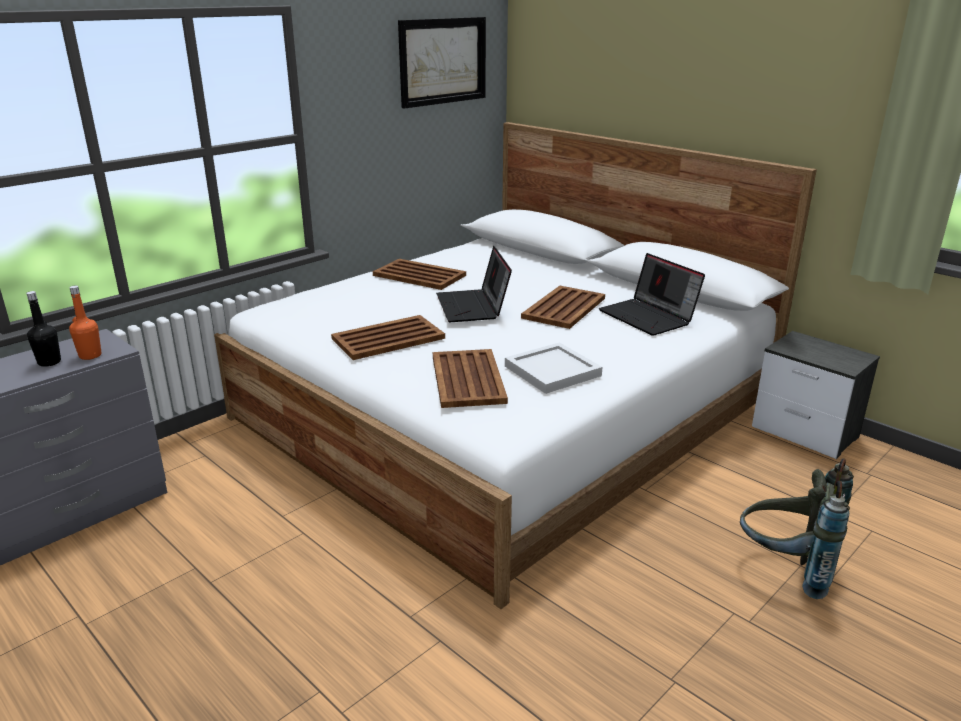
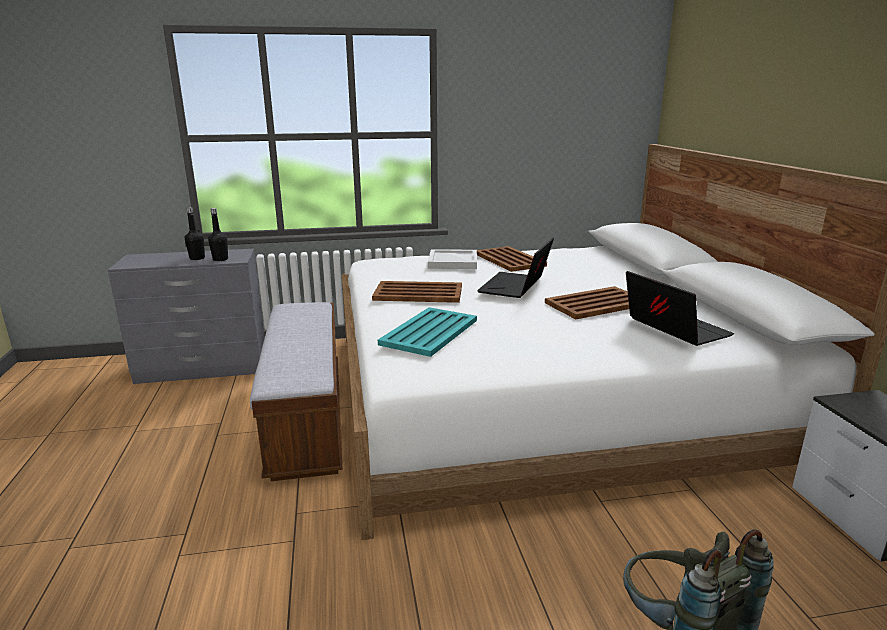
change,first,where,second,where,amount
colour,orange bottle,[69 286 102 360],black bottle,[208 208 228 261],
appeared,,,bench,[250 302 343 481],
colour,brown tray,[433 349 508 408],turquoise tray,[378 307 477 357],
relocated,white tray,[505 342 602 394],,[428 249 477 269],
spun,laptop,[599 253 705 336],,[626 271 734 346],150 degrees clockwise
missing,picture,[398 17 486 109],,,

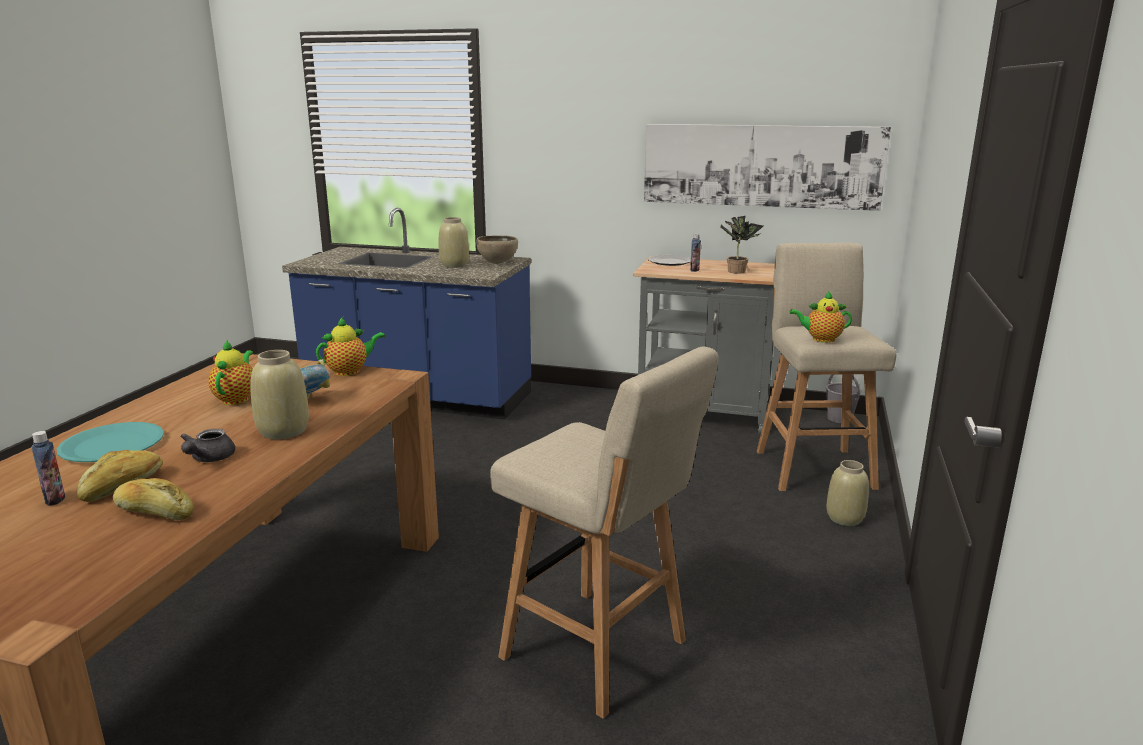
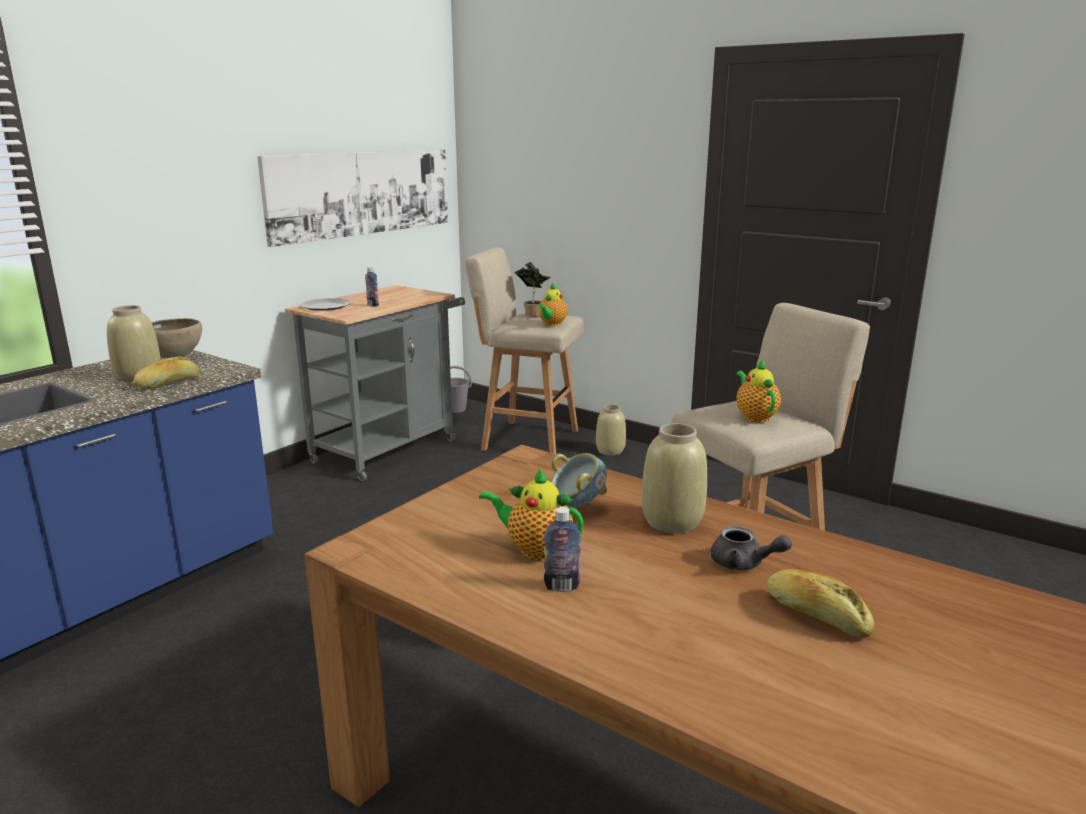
change,first,where,second,where,amount
relocated,bread,[113 478 194 520],,[133 356 201 389],
relocated,potted plant,[720 216 763 274],,[514 262 551 317],
relocated,bottle,[31 431 65 506],,[544 507 581 592],
relocated,teapot,[316 317 385 376],,[737 360 781 423],
missing,turquoise plate,[57 422 164 462],,,

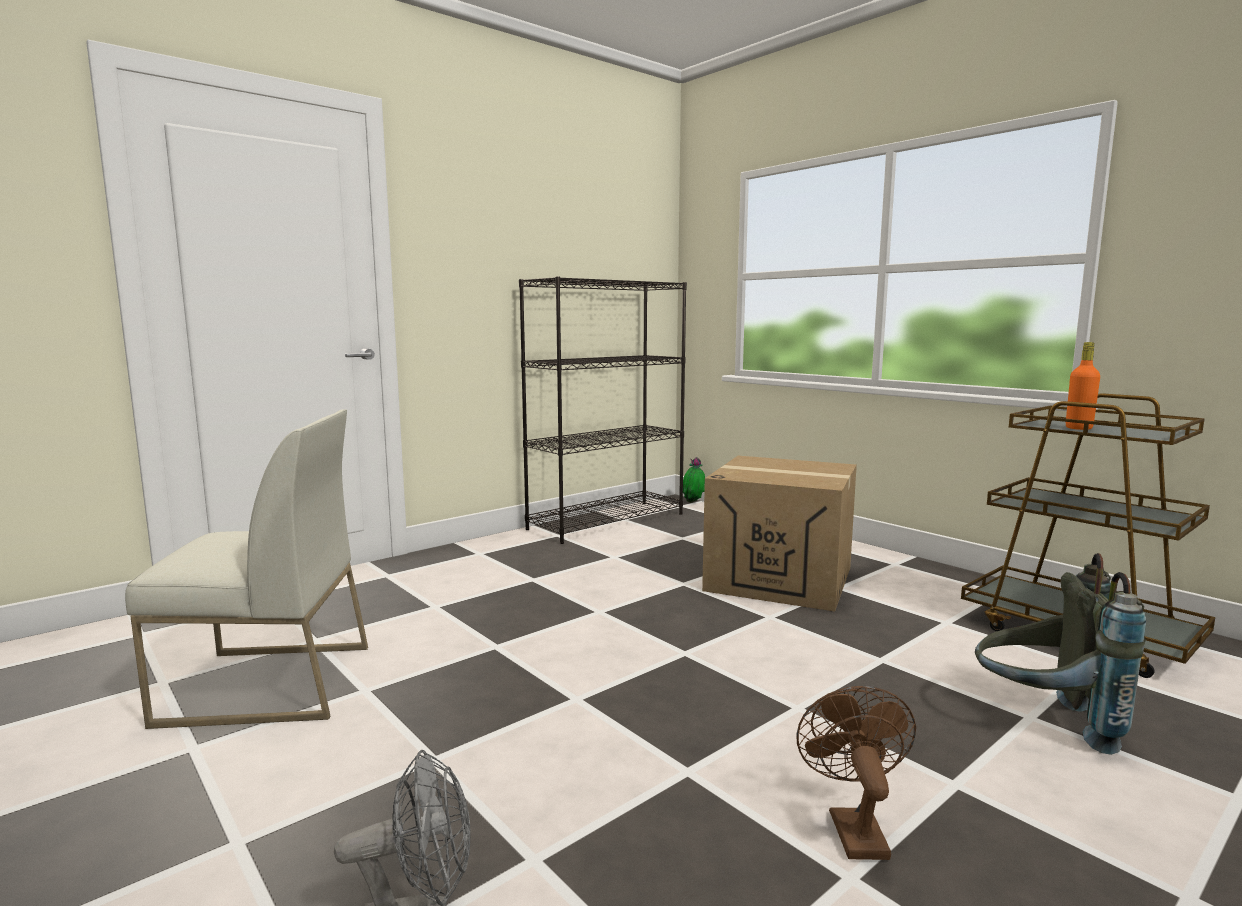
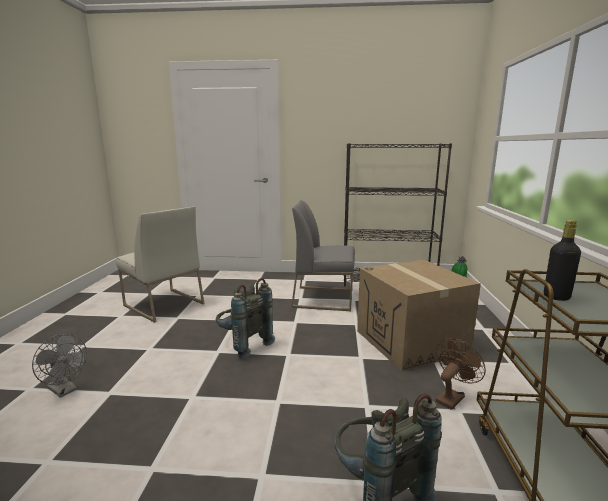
change,first,where,second,where,amount
appeared,,,grey backpack,[216 278 275 359],
appeared,,,grey chair,[291 200 355 311],
relocated,brown fan,[796 686 916 860],,[436 338 486 410],
colour,orange bottle,[1066 342 1100 430],black bottle,[544 220 581 301],

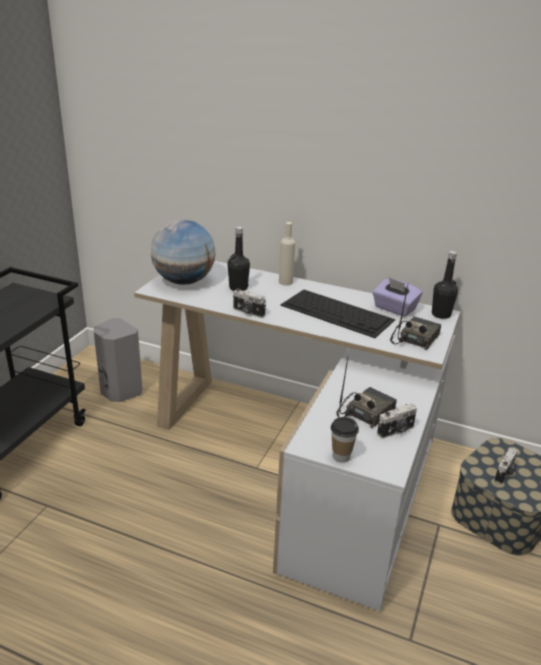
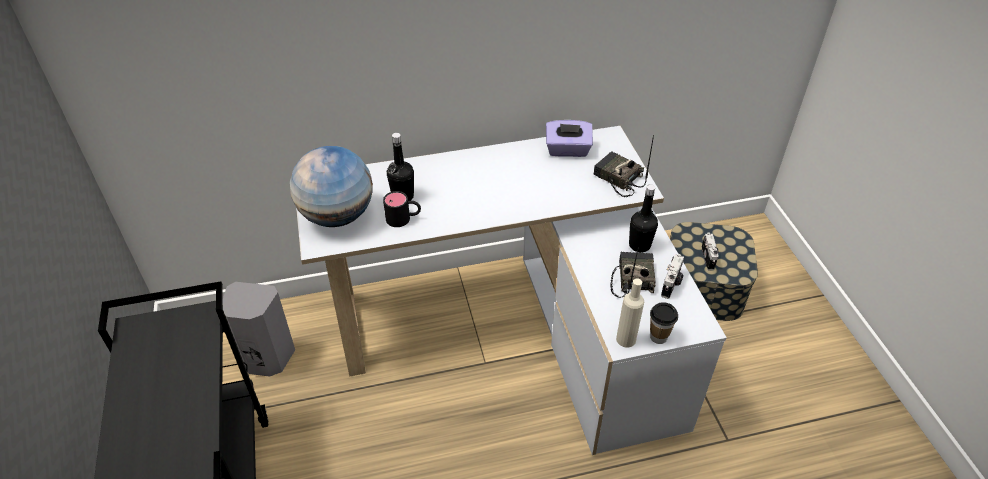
change,first,where,second,where,amount
appeared,,,black mug,[383 191 421 227],
spun,radio,[390 285 441 350],,[593 135 654 197],45 degrees counterclockwise
relocated,beige bottle,[279 222 295 285],,[616 278 644 348],
relocated,black bottle,[432 251 458 319],,[629 184 658 252],
missing,photo camera,[233 288 266 318],,,
missing,keyboard,[281 289 395 338],,,

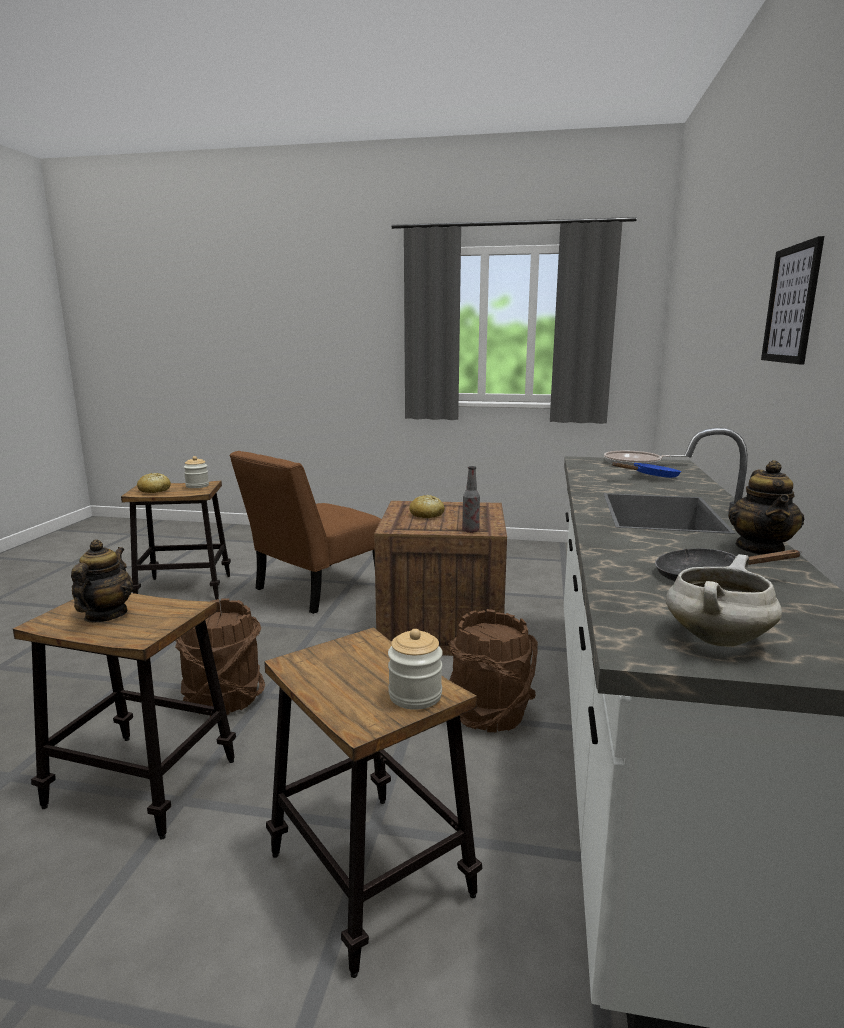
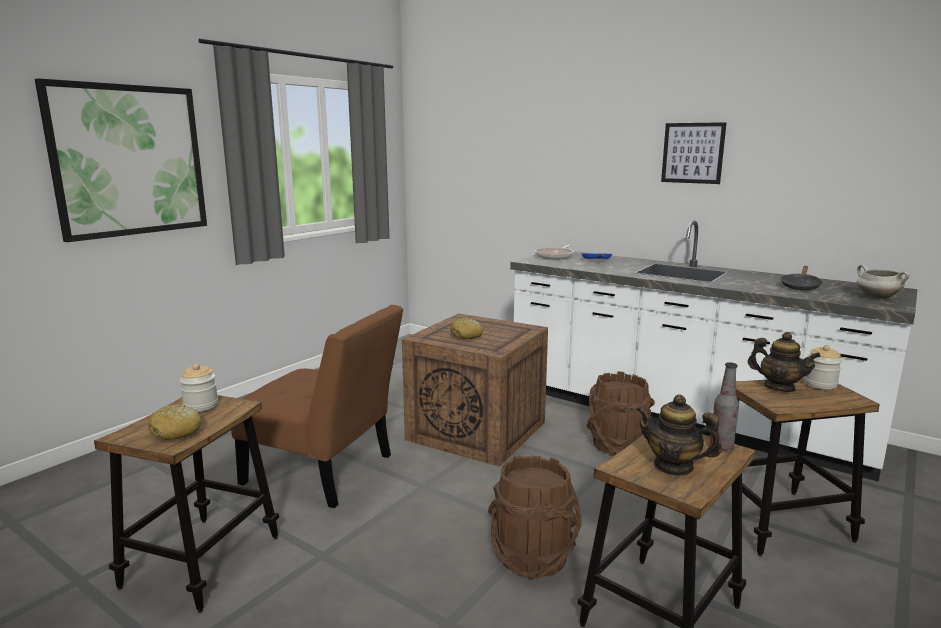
change,first,where,second,where,amount
appeared,,,picture,[35 78 207 242],
spun,brown chair,[229 451 381 614],,[231 305 403 508],45 degrees counterclockwise
relocated,bottle,[462 466 480 533],,[710 362 739 450],
relocated,teapot,[728 460 804 555],,[747 332 821 392],

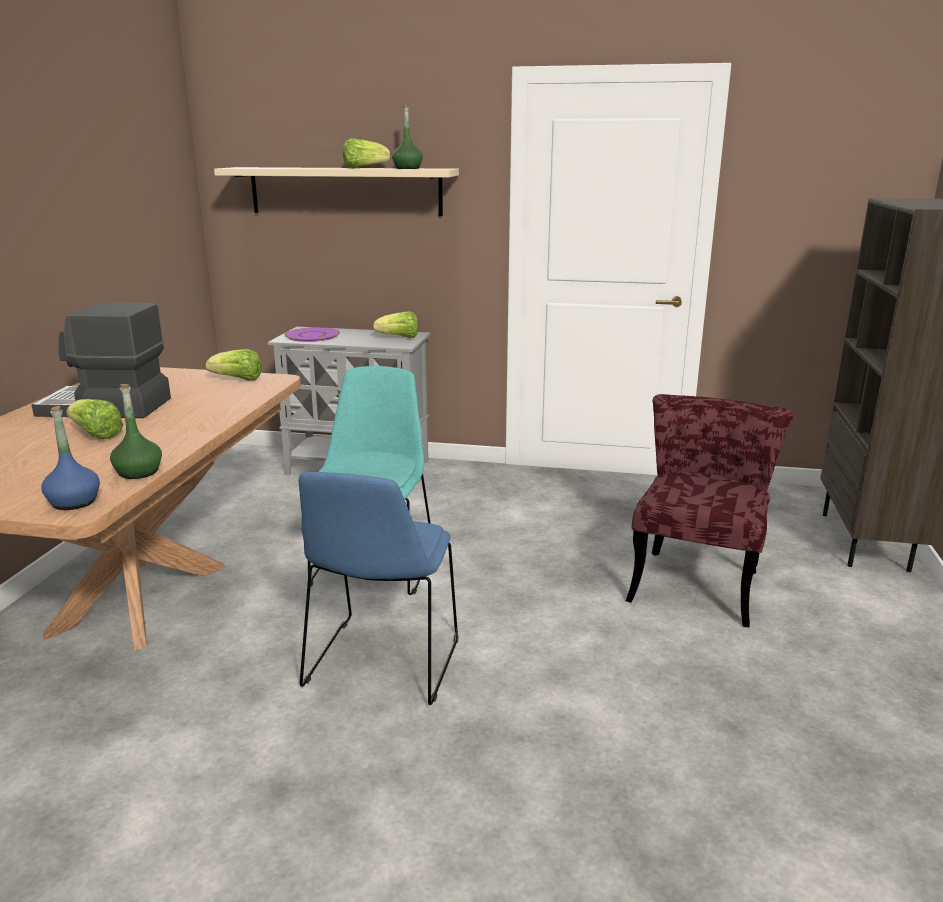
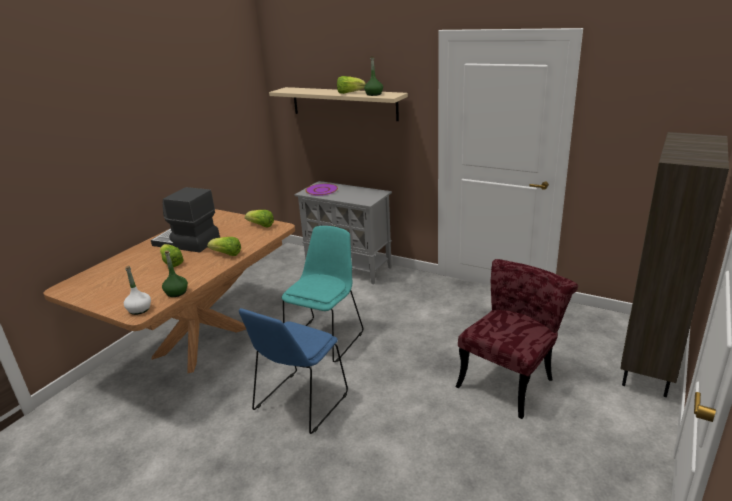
change,first,where,second,where,amount
colour,blue bottle,[41 406 100 510],white bottle,[124 266 151 315],
relocated,lettuce,[373 311 418 338],,[207 237 241 256],

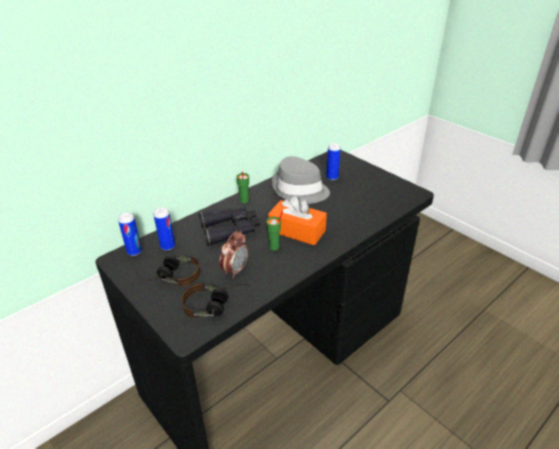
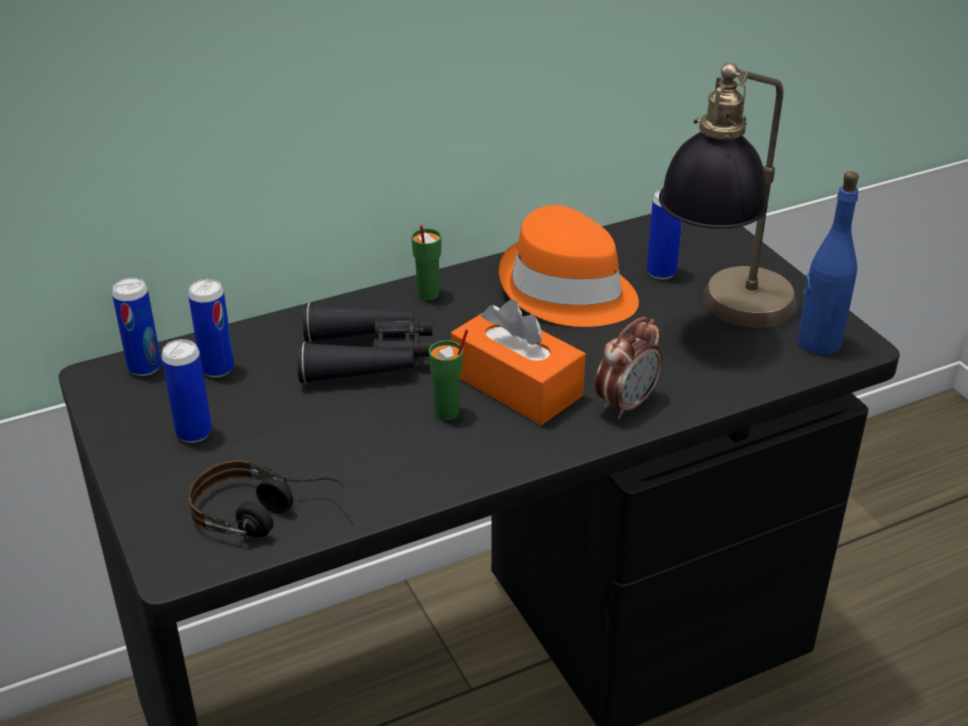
change,first,where,second,where,amount
exchanged,headphones,[132 256 200 286],can,[162 339 212 443],
colour,grey hat,[271 156 330 204],orange hat,[499 205 639 327],
relocated,alarm clock,[220 231 248 278],,[595 317 662 419],
appeared,,,table lamp,[659 63 797 328],
appeared,,,blue bottle,[797 171 859 355],

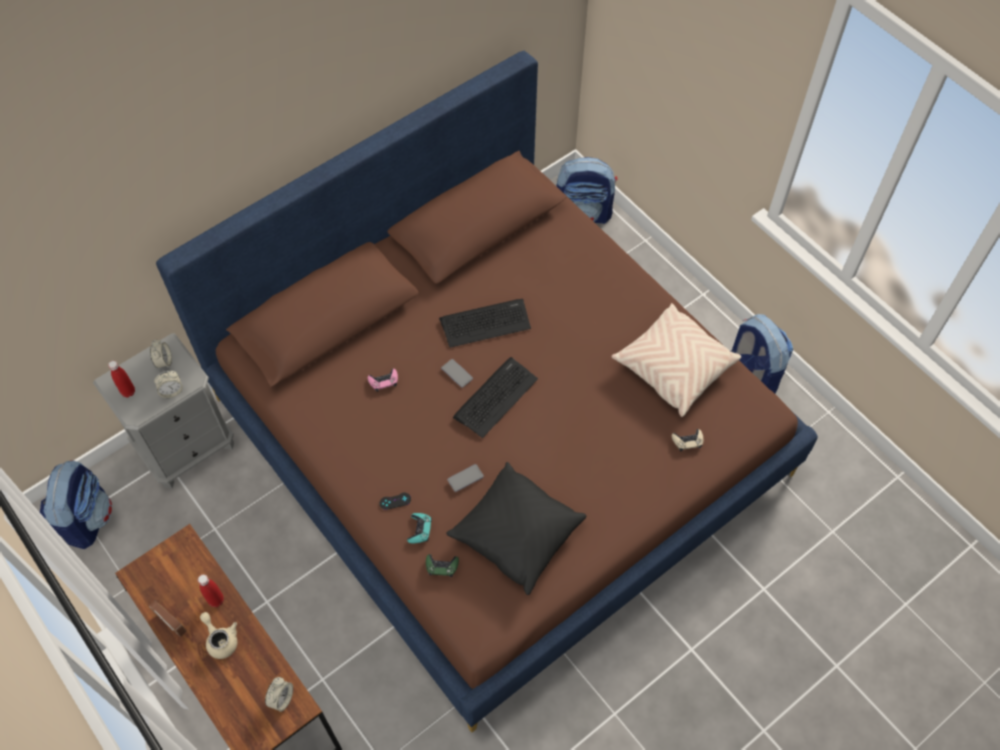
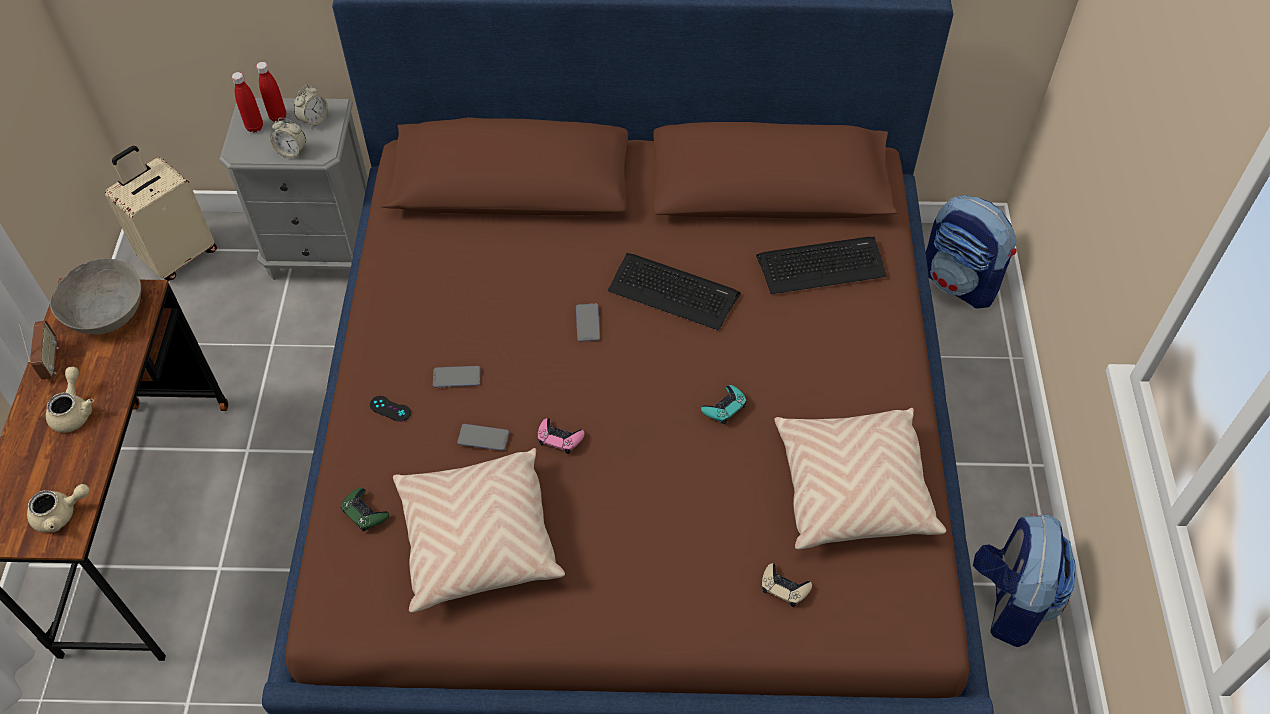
change,first,where,second,where,amount
exchanged,alarm clock,[265 677 293 712],beige teapot,[27 484 90 533],
appeared,,,grey bowl,[50 258 141 335],
exchanged,backpack,[40 460 112 549],beige suitcase,[105 146 217 281],
relocated,red bottle,[198 574 224 607],,[256 62 286 122],
colour,black pillow,[446 462 586 595],beige pillow,[393 448 565 613],
appeared,,,phone,[433 366 481 387],
relocated,pink game controller,[368 368 398 392],,[538 418 585 454],
relocated,turquoise game controller,[407 513 432 544],,[701 385 747 424],
relocated,keyboard,[453 357 538 438],,[756 237 887 294],

